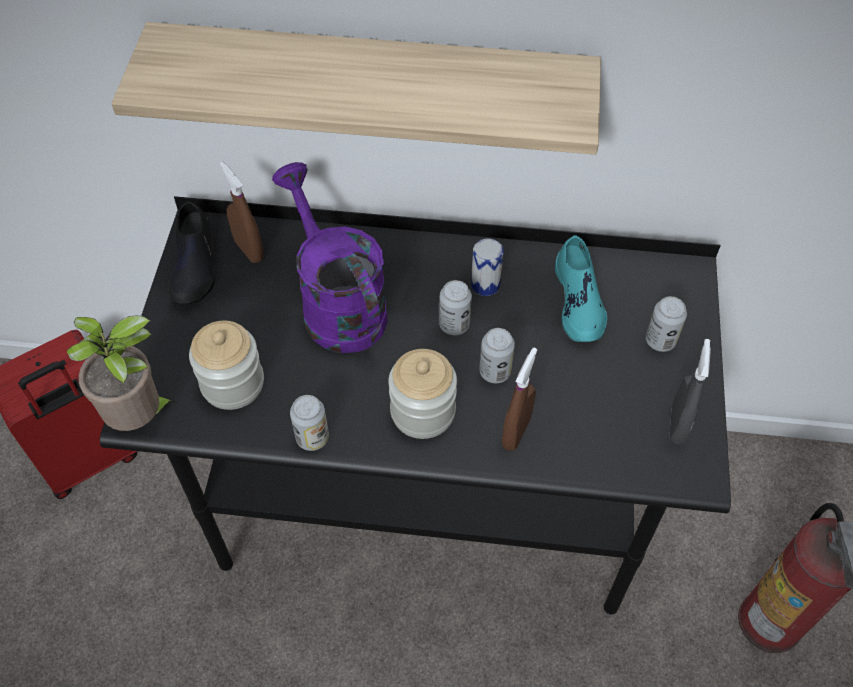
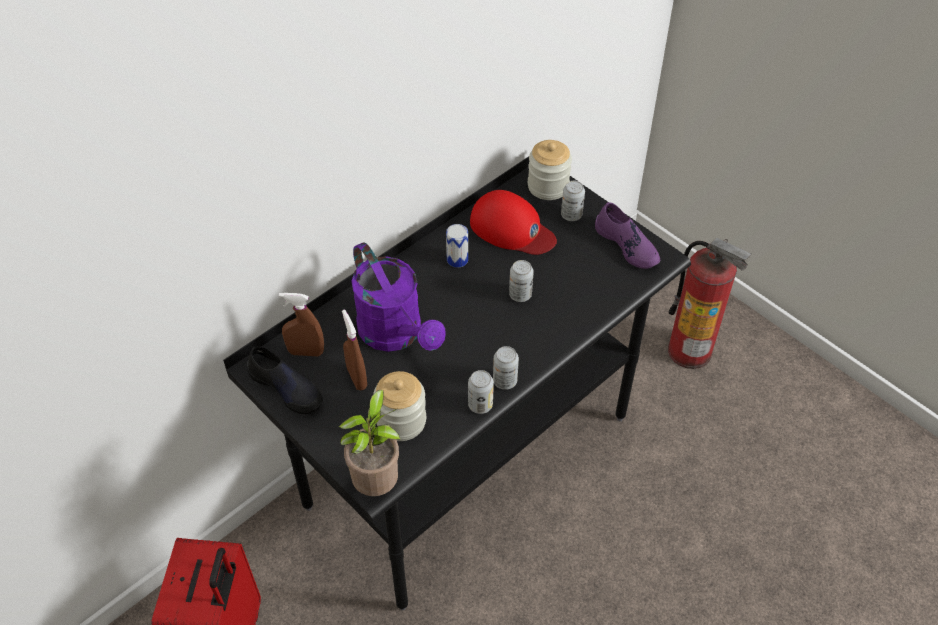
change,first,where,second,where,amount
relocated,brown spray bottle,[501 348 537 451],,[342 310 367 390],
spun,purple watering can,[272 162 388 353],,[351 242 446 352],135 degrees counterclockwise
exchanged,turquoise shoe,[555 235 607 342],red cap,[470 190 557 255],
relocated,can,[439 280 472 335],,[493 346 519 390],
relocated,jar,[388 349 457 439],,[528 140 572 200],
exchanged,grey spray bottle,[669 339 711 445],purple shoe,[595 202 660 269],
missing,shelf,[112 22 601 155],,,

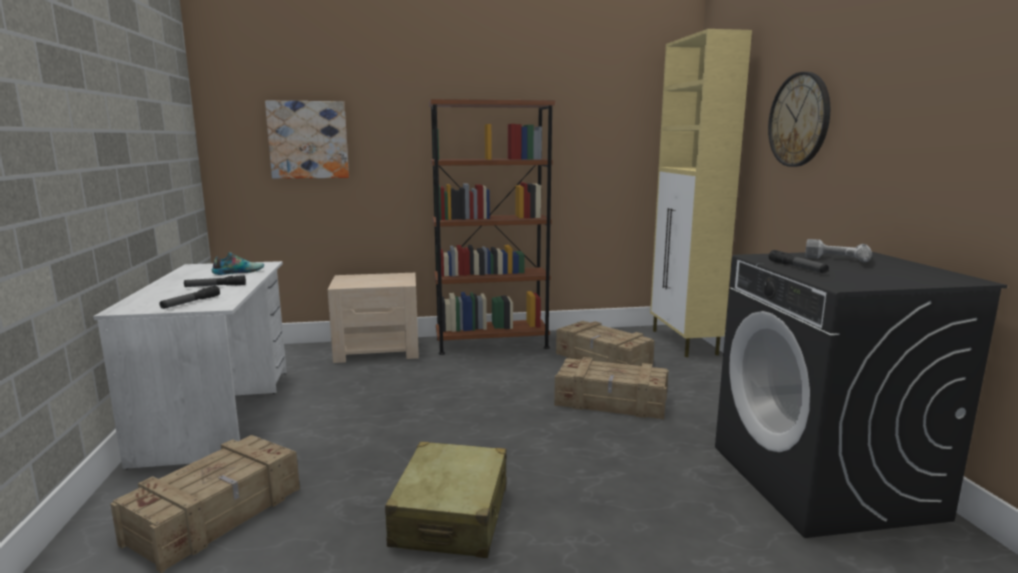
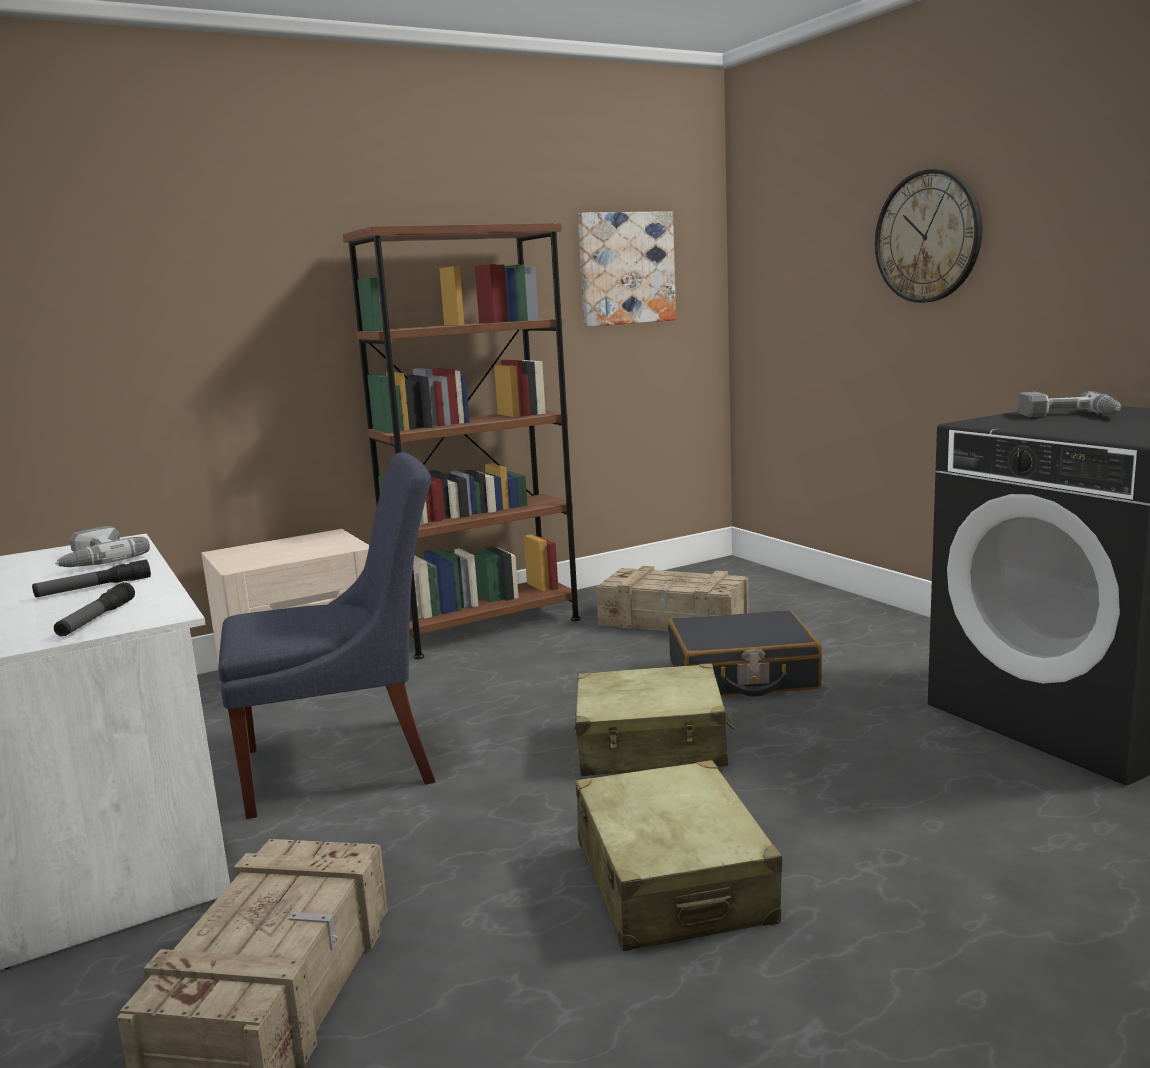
change,first,where,second,where,amount
exchanged,shoe,[212 252 264 275],power drill,[55 526 150 567],
appeared,,,blue chair,[218 452 436 819],
appeared,,,beige suitcase,[575 664 735 776],
relocated,picture,[265 101 349 179],,[578 211 676 327],
exchanged,crate,[554 357 669 420],black suitcase,[668 610 822 697],
missing,beige cabinet,[650 29 752 357],,,
missing,flashlight,[769 250 829 273],,,

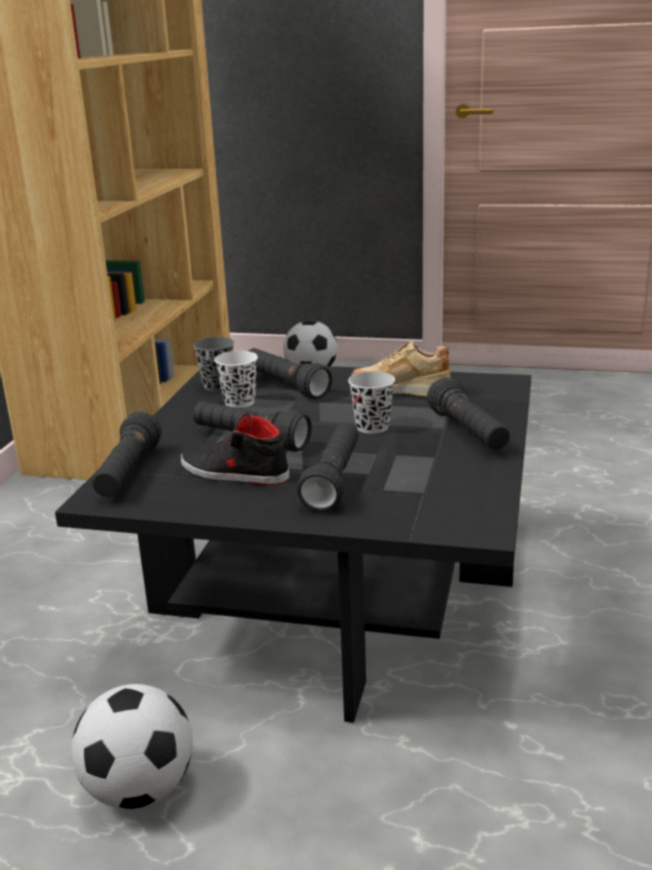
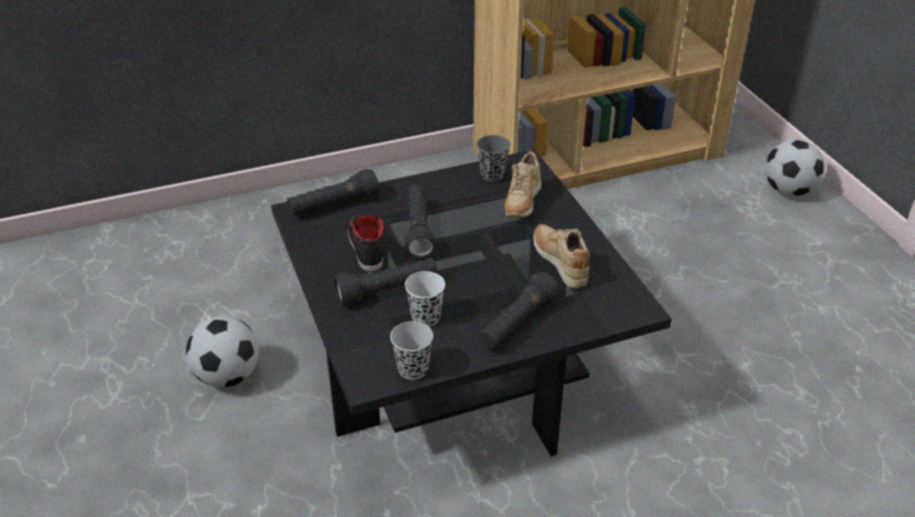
change,first,where,second,where,amount
relocated,black cup,[348 371 395 434],,[390 321 433 380],
relocated,white cup,[215 351 258 408],,[405 271 445 326],
exchanged,black flashlight,[248 348 332 399],beige shoe,[504 151 541 217],

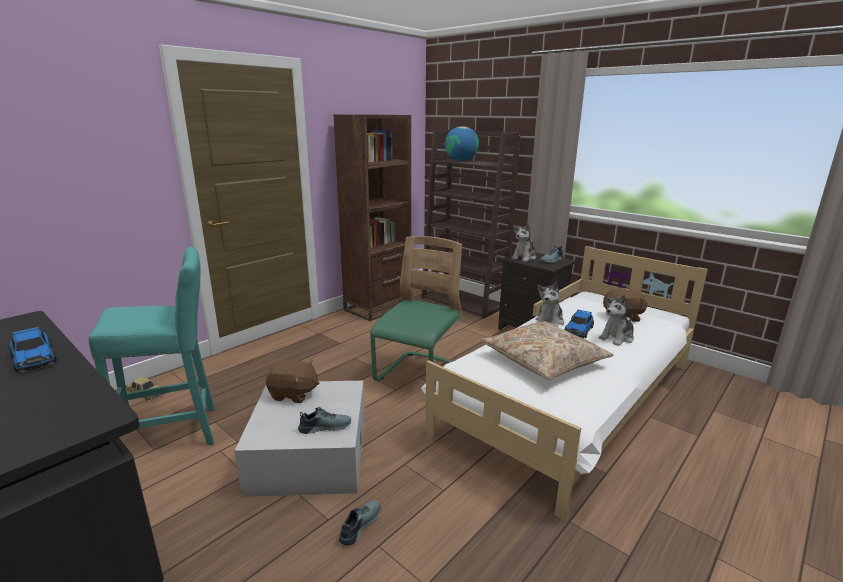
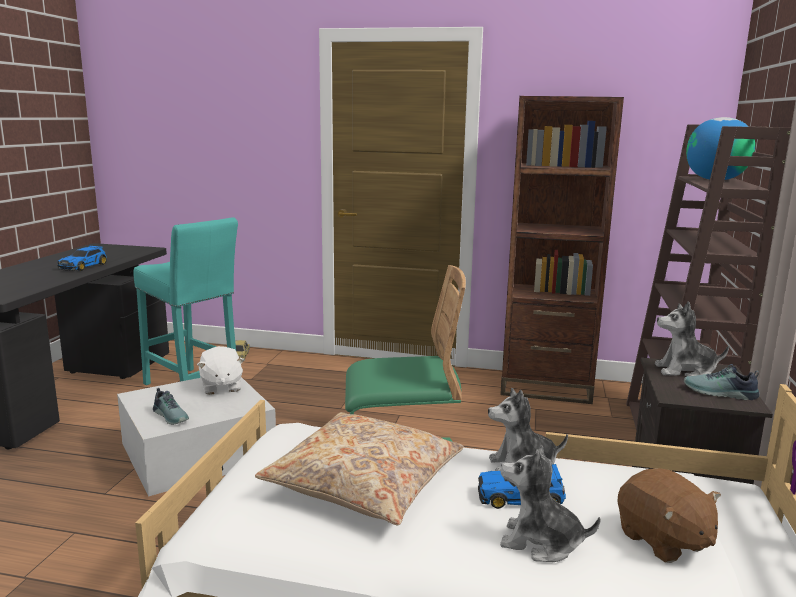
change,first,where,second,where,amount
colour,brown plush toy,[266 359 319 403],white plush toy,[197 346 245 395],
missing,shoe,[339 500 381 546],,,

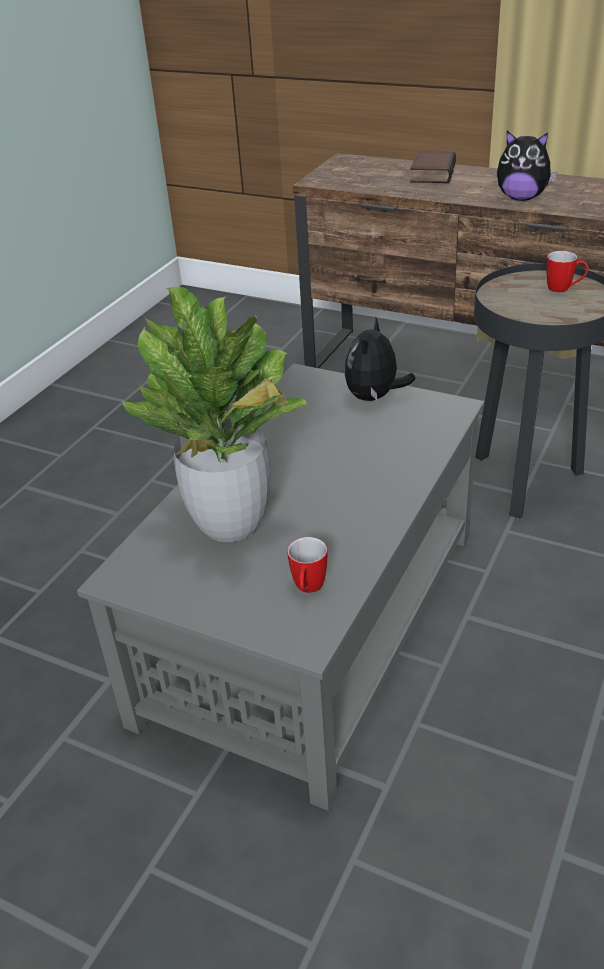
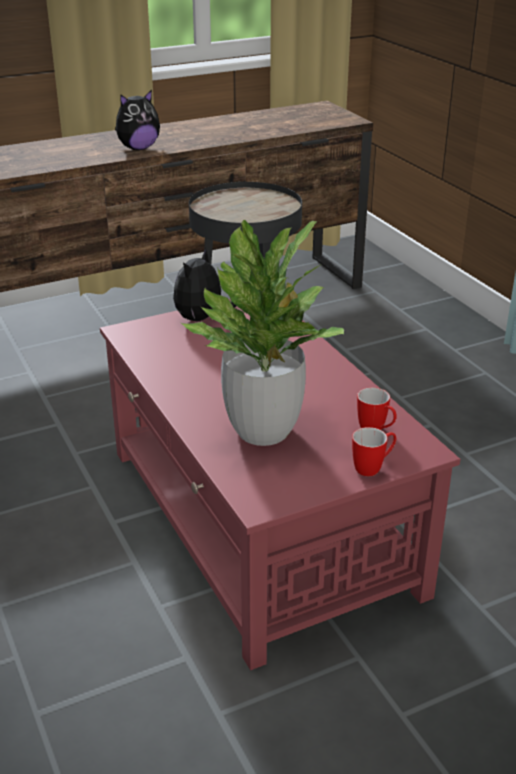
change,first,where,second,where,amount
colour,grey coffee table,[77 363 485 811],red coffee table,[100 299 461 670],
spun,plush toy,[344 318 416 401],,[173 248 236 321],60 degrees clockwise
relocated,mug,[547 251 589 292],,[352 427 396 476],
missing,book,[410 151 456 183],,,

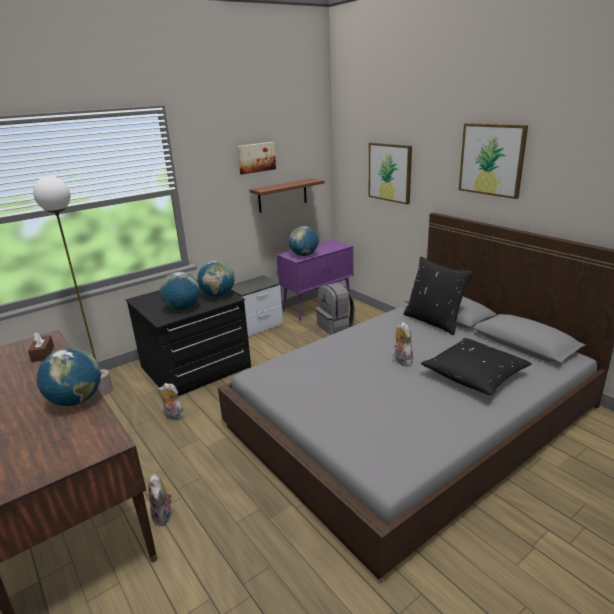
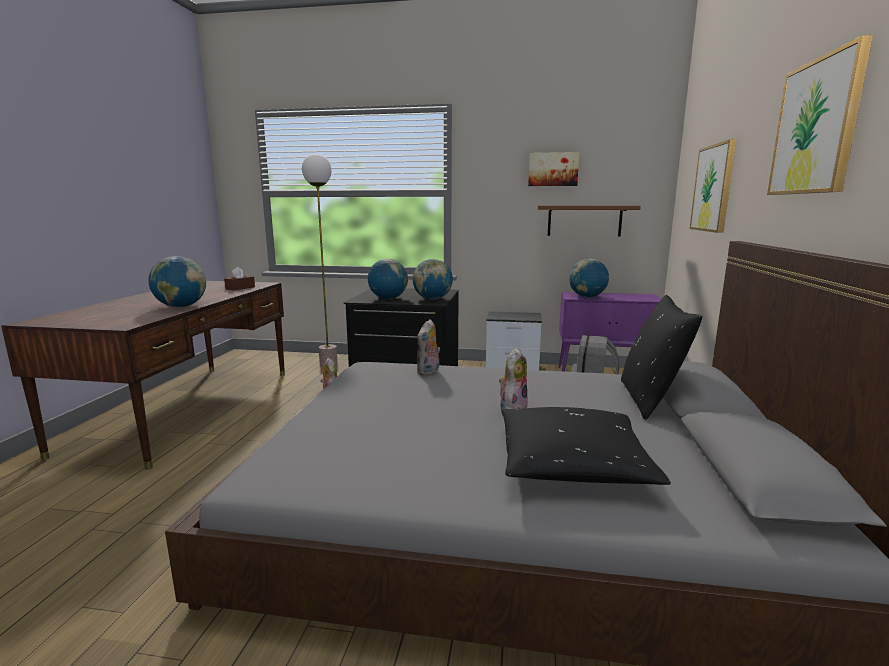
change,first,where,second,where,amount
relocated,plush toy,[148 474 172 526],,[417 319 440 376],

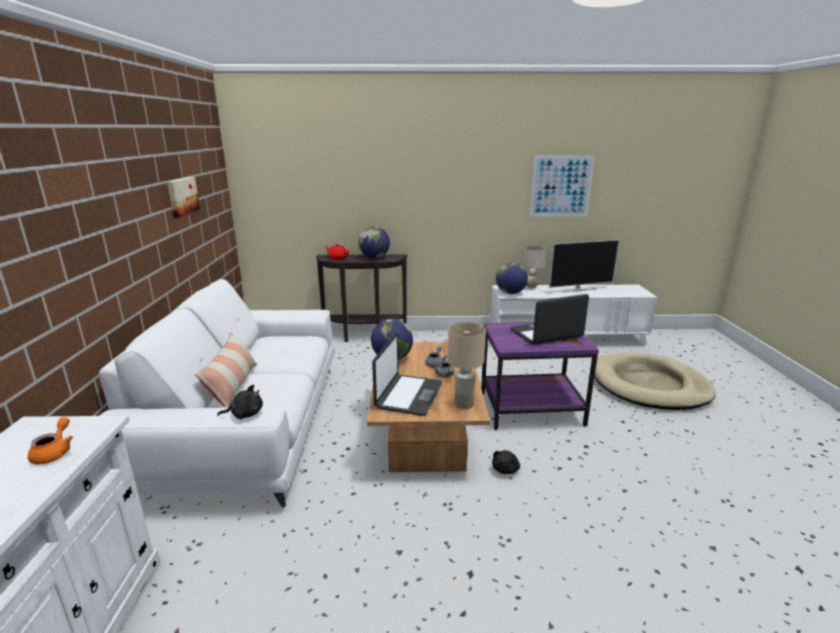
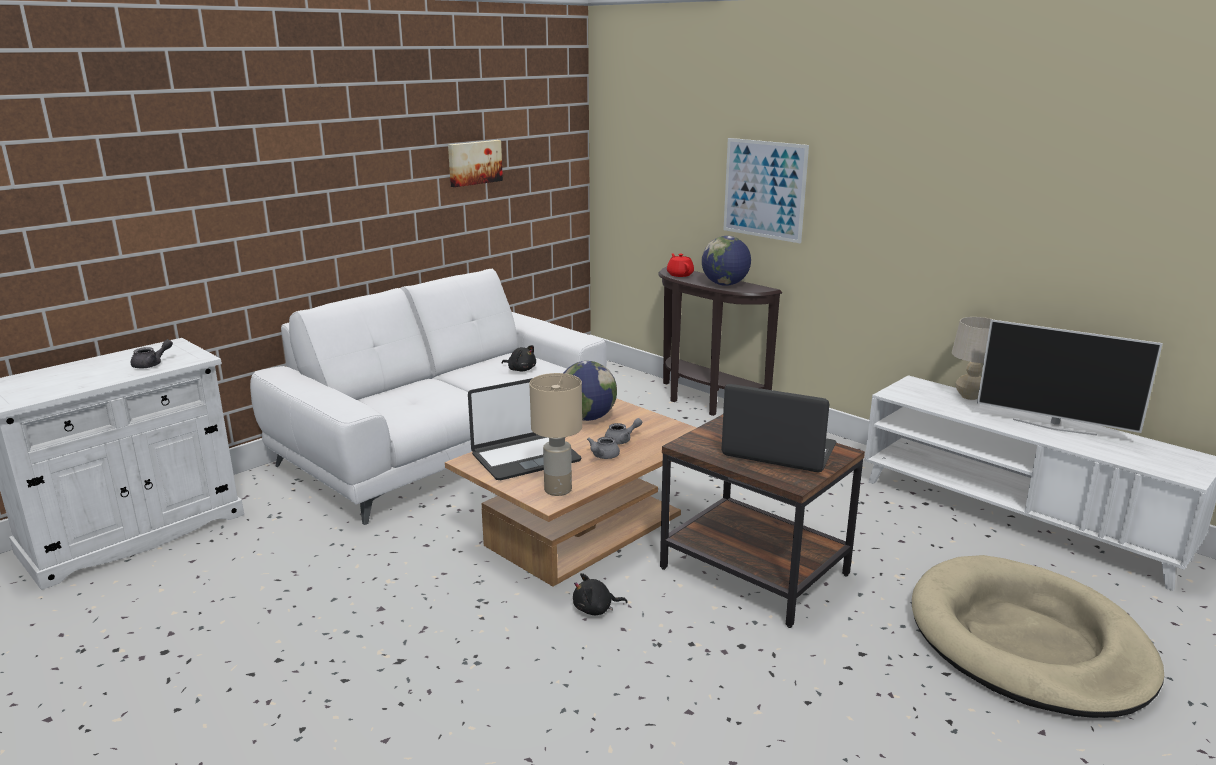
change,first,where,second,where,amount
colour,orange teapot,[28 417 73 465],grey teapot,[131 339 173 368],
relocated,black plush toy,[217 385 263 419],,[502 345 536 371],
colour,purple side table,[481 322 599 430],brown side table,[660 414 865 628],
relocated,picture,[530 156 595 216],,[723 138 809 243],
missing,pillow,[195 332 257 408],,,
missing,globe,[496 263 528 294],,,

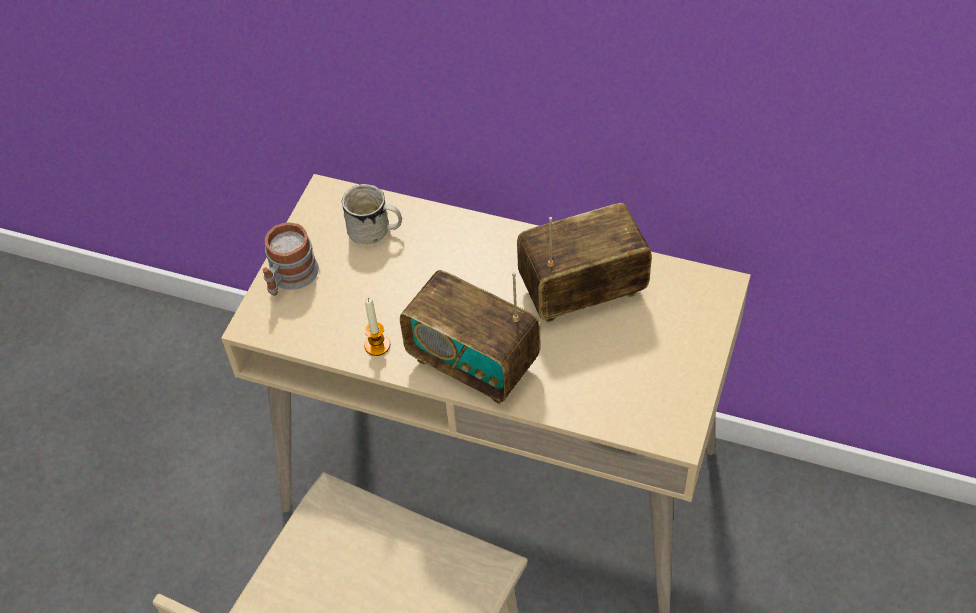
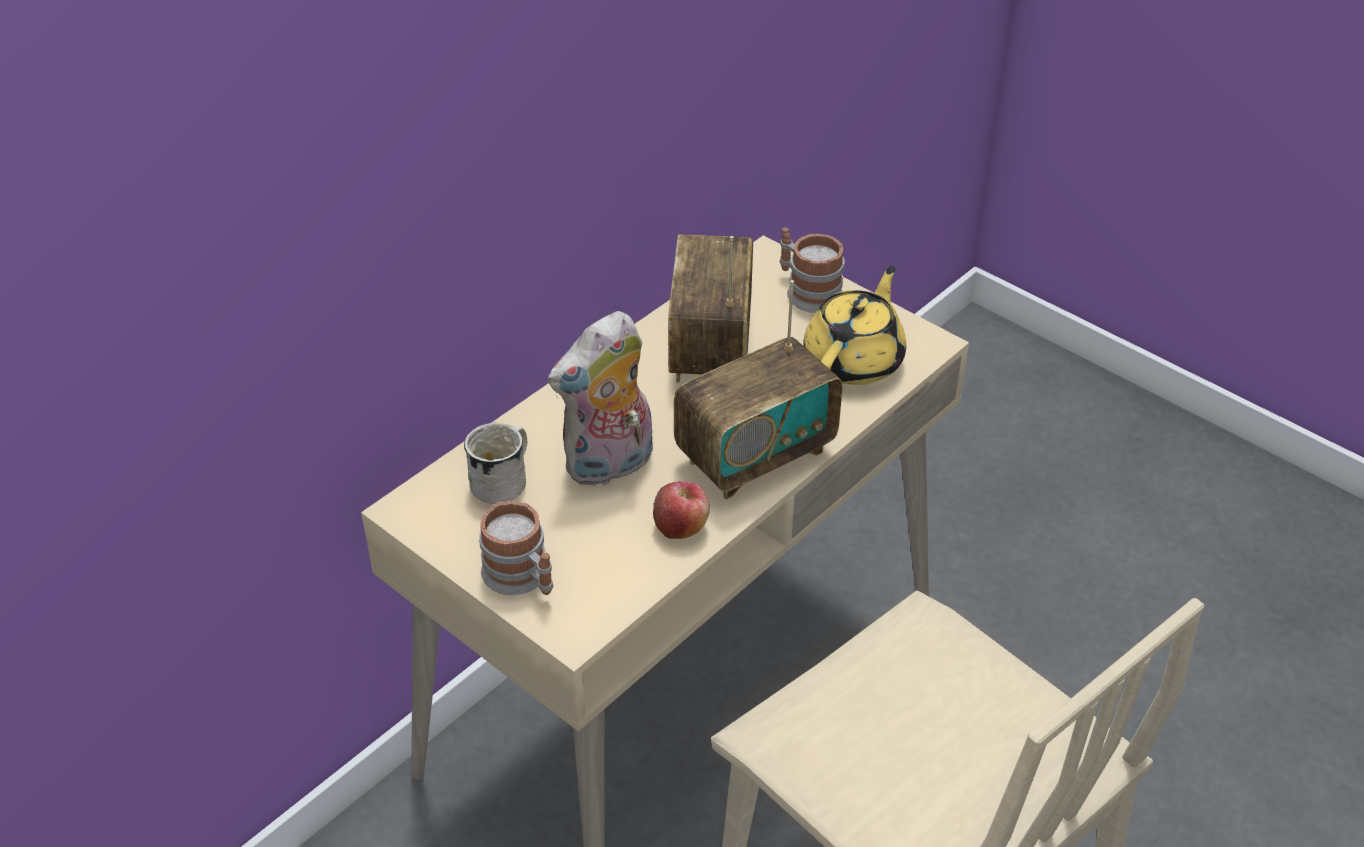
change,first,where,second,where,amount
appeared,,,plush toy,[548 311 653 488],
exchanged,candle,[364 297 390 356],apple,[653 481 710 539],
appeared,,,mug,[780 227 845 313],
appeared,,,yellow teapot,[803 266 906 385],

